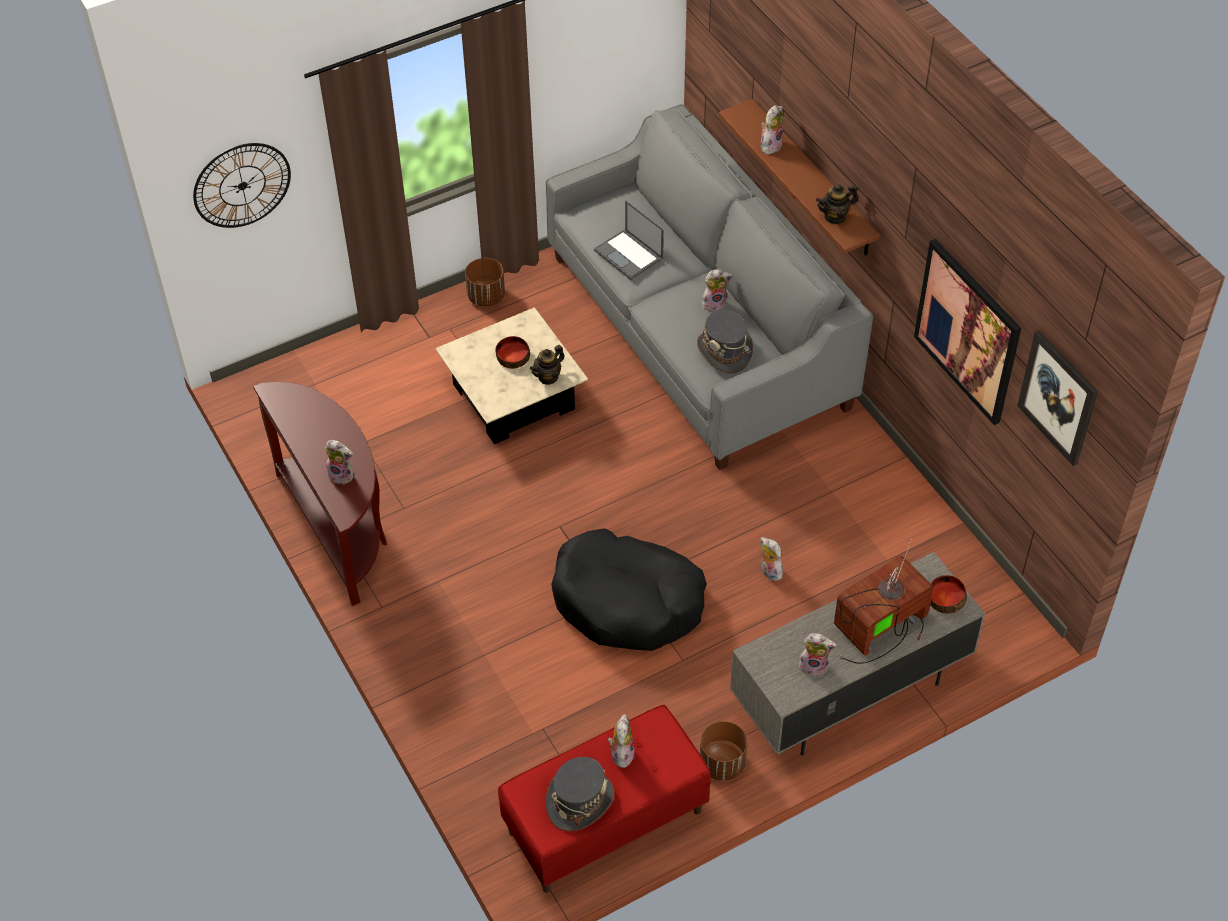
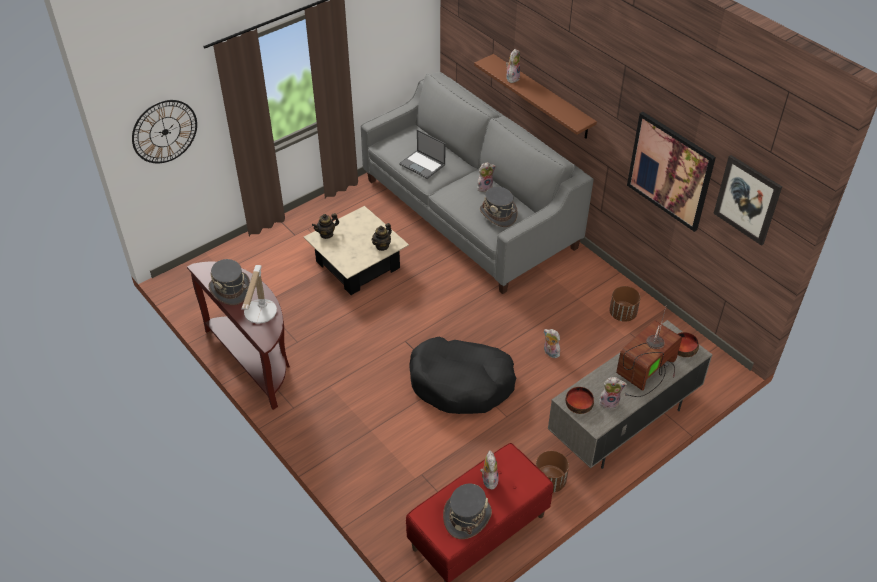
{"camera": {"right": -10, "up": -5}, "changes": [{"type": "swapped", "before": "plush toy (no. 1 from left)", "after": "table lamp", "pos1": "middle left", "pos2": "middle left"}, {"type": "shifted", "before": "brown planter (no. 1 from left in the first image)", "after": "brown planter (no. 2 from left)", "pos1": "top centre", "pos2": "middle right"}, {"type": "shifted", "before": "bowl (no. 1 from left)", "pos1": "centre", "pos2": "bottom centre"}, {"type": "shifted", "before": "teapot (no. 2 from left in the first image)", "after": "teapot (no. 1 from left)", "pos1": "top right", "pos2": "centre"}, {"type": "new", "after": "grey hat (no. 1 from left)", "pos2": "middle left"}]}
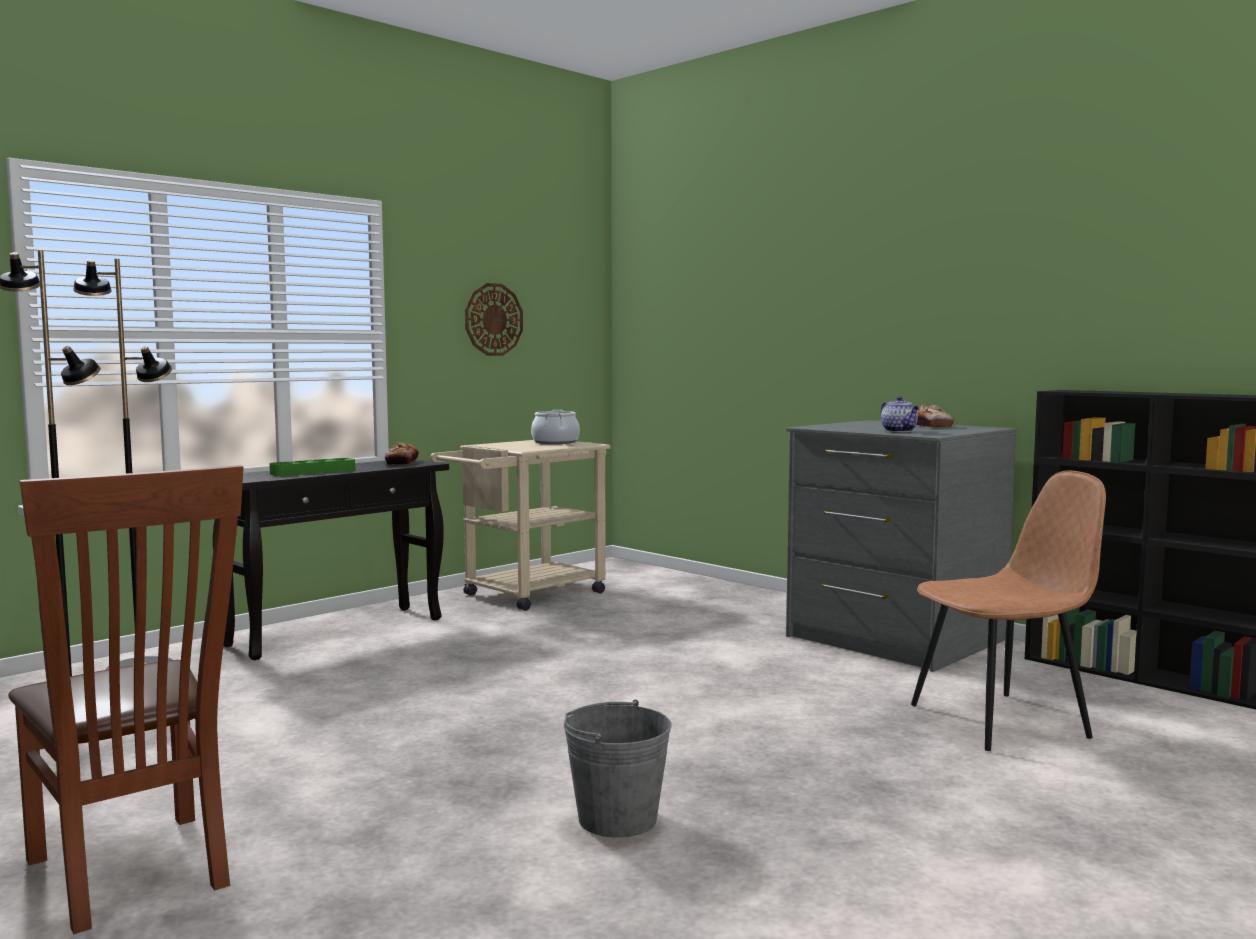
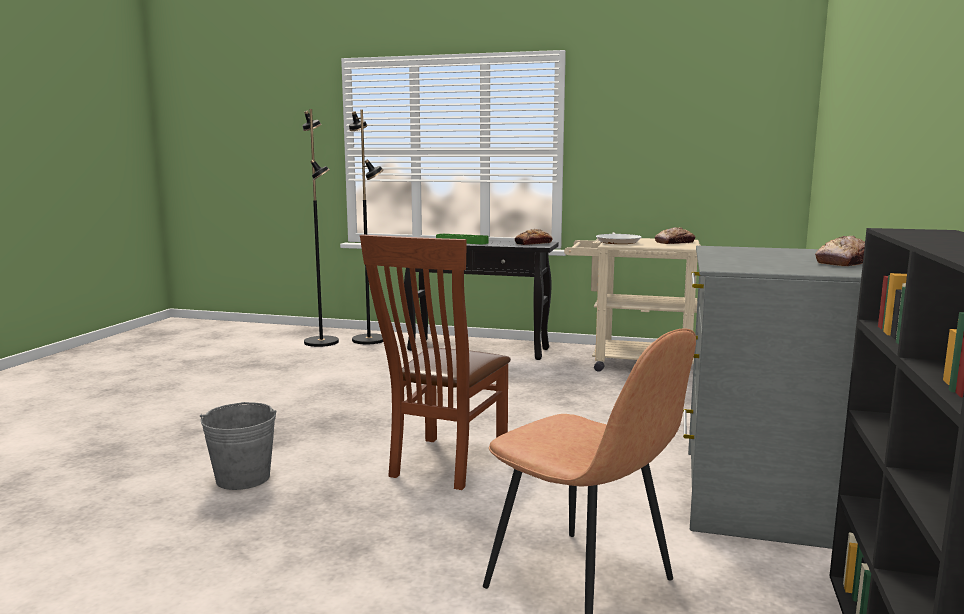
{"camera": {"right": 60, "up": 5}, "changes": [{"type": "shifted", "before": "brown chair (no. 1 from left)", "pos1": "bottom left", "pos2": "centre"}, {"type": "gone", "before": "wall clock", "pos1": "centre"}, {"type": "swapped", "before": "cooking pot", "after": "bread (no. 2 from left)", "pos1": "centre", "pos2": "middle right"}, {"type": "gone", "before": "teapot", "pos1": "middle right"}, {"type": "new", "after": "frying pan", "pos2": "centre"}]}
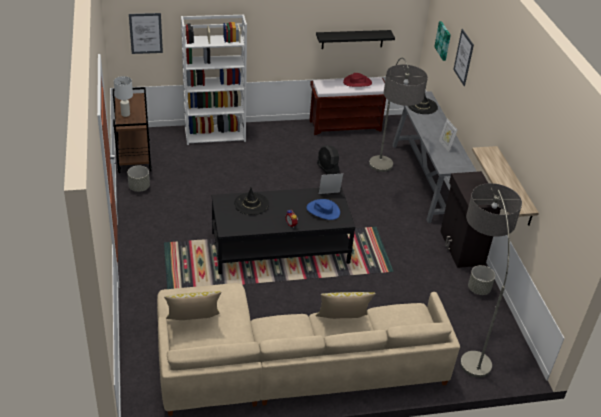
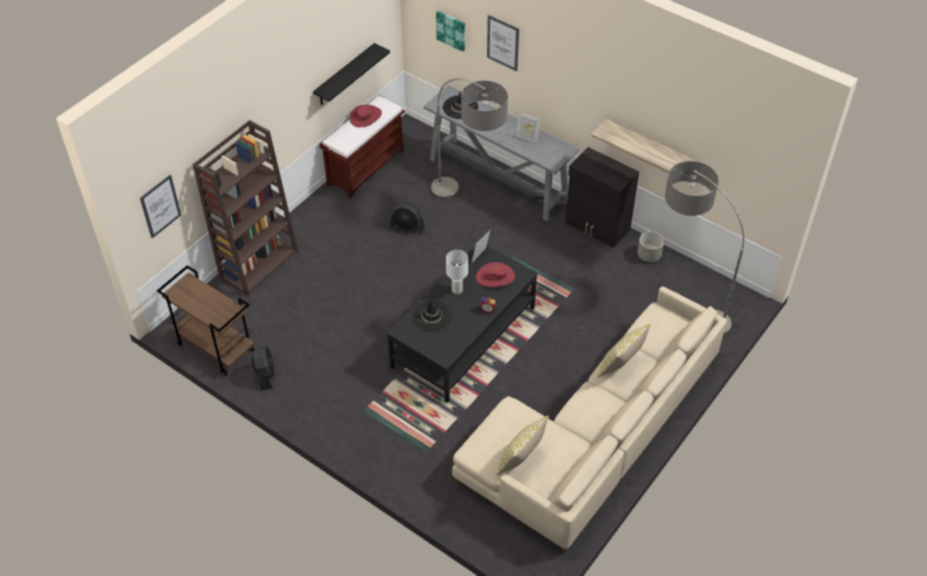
{"camera": {"right": -40, "up": 10}, "changes": [{"type": "shifted", "before": "white table lamp", "pos1": "top left", "pos2": "centre"}, {"type": "swapped", "before": "grey planter (no. 1 from left)", "after": "black fan (no. 1 from left)", "pos1": "middle left", "pos2": "middle left"}, {"type": "repainted", "before": "white bookcase", "after": "brown bookcase", "pos1": "top centre", "pos2": "middle left"}, {"type": "repainted", "before": "blue hat", "after": "red hat (no. 2 from left)", "pos1": "centre", "pos2": "centre"}]}
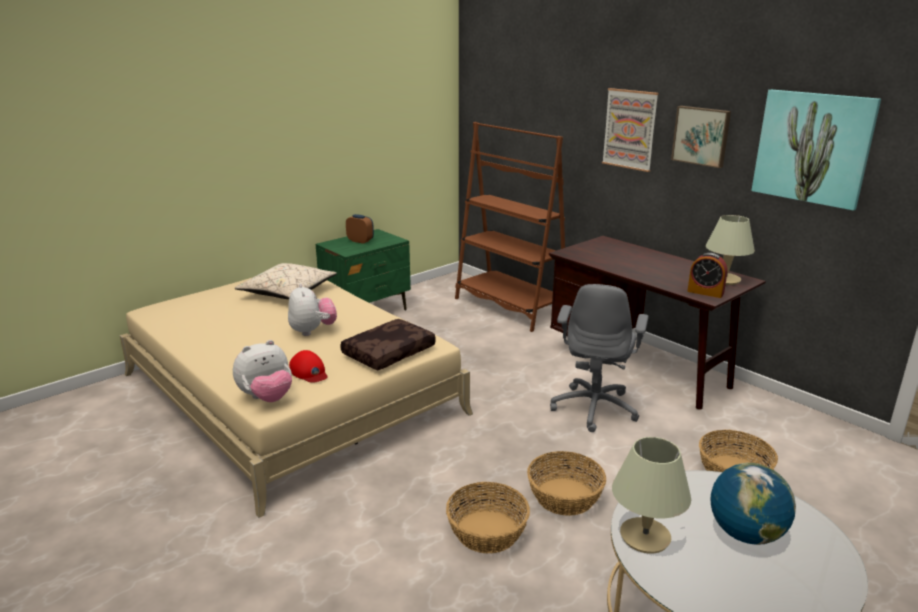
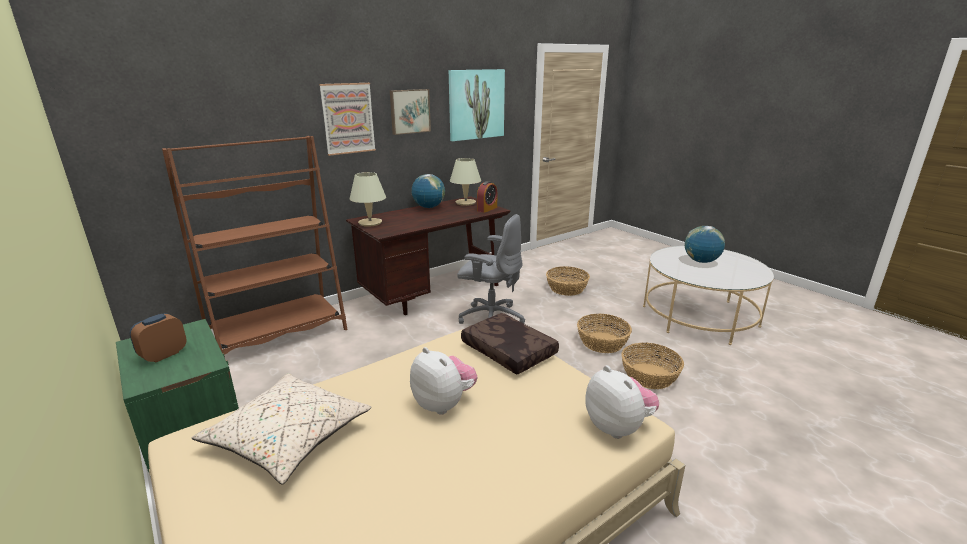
{"camera": {"right": -85, "up": 0}, "changes": [{"type": "rotated", "before": "plush toy (no. 2 from left in the first image)", "pos1": "centre", "pos2": "bottom centre", "turn": 60}, {"type": "gone", "before": "red cap", "pos1": "centre"}, {"type": "shifted", "before": "beige table lamp (no. 1 from left)", "pos1": "bottom right", "pos2": "centre"}, {"type": "new", "after": "globe (no. 1 from left)", "pos2": "centre"}]}
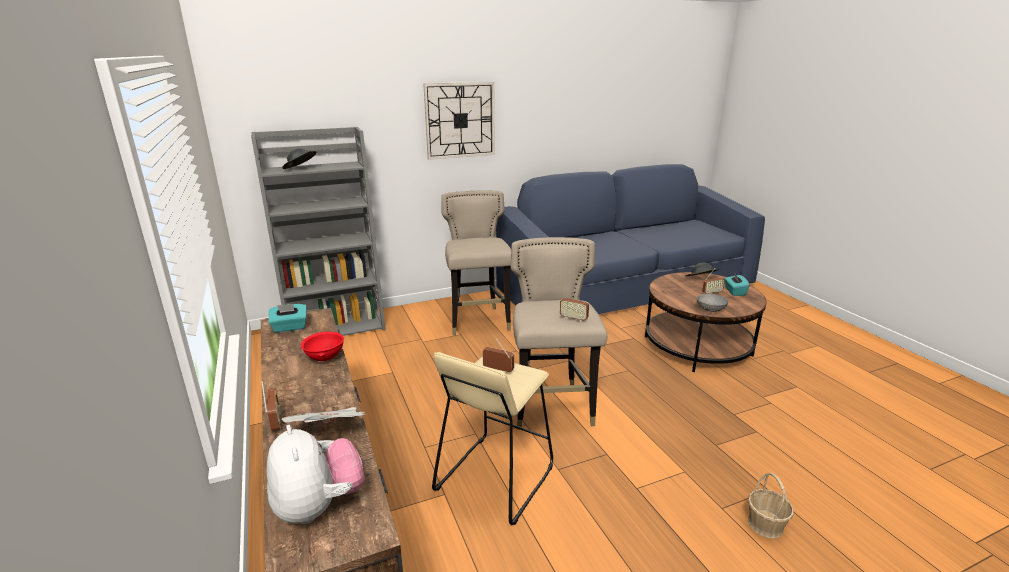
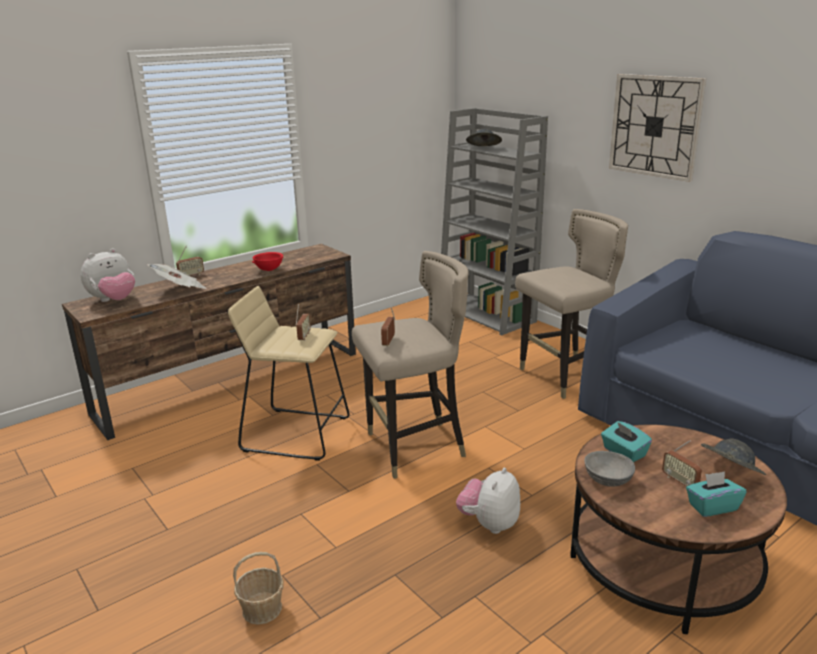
{"camera": {"right": 75, "up": 0}, "changes": [{"type": "shifted", "before": "turquoise tissue box (no. 1 from left)", "pos1": "middle left", "pos2": "bottom right"}, {"type": "new", "after": "plush toy (no. 2 from left)", "pos2": "bottom centre"}]}
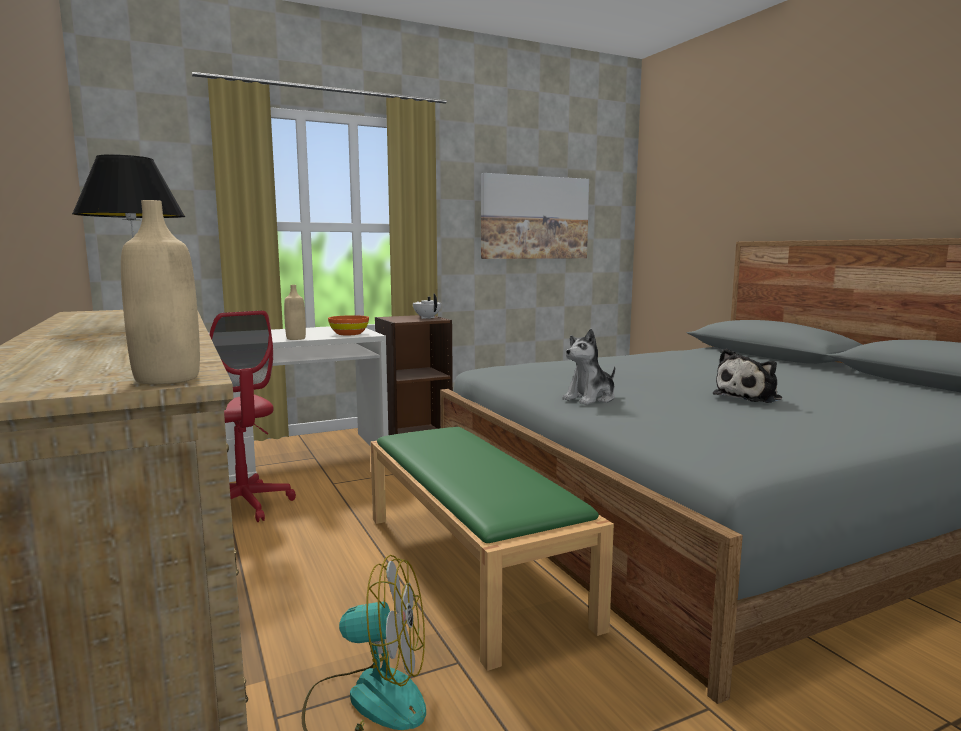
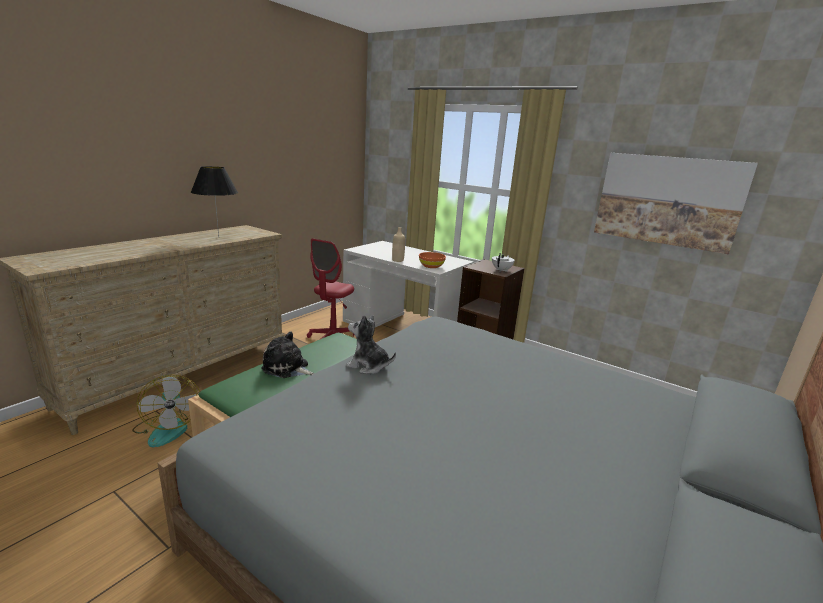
{"camera": {"right": 60, "up": 10}, "changes": [{"type": "gone", "before": "beige bottle (no. 1 from left)", "pos1": "middle left"}, {"type": "shifted", "before": "plush toy (no. 2 from left in the first image)", "after": "plush toy (no. 1 from left)", "pos1": "middle right", "pos2": "centre"}]}
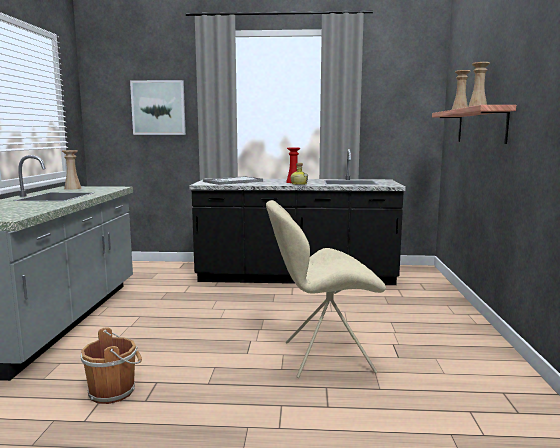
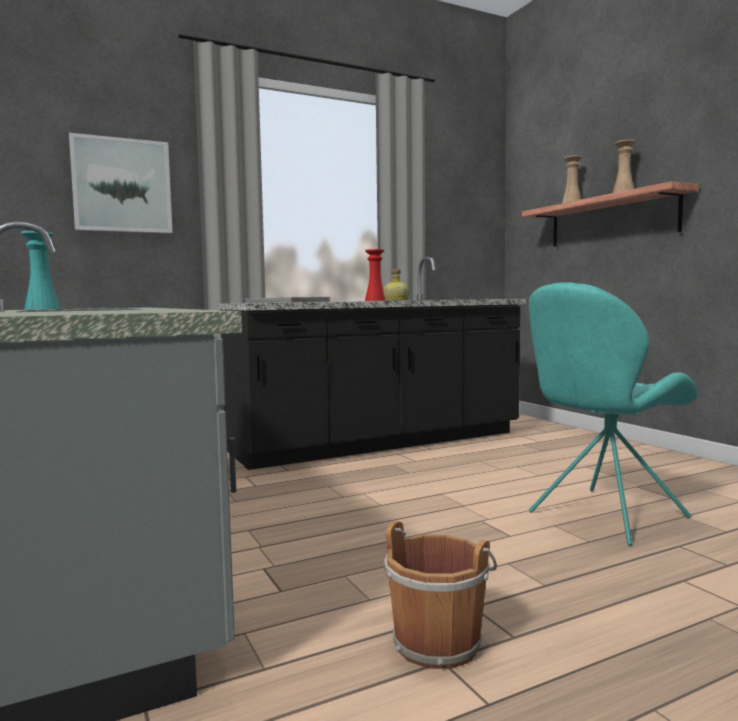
{"camera": {"right": -30, "up": -5}, "changes": [{"type": "repainted", "before": "beige vase (no. 1 from left)", "after": "turquoise vase", "pos1": "middle left", "pos2": "middle left"}, {"type": "repainted", "before": "beige chair", "after": "turquoise chair", "pos1": "centre", "pos2": "middle right"}]}
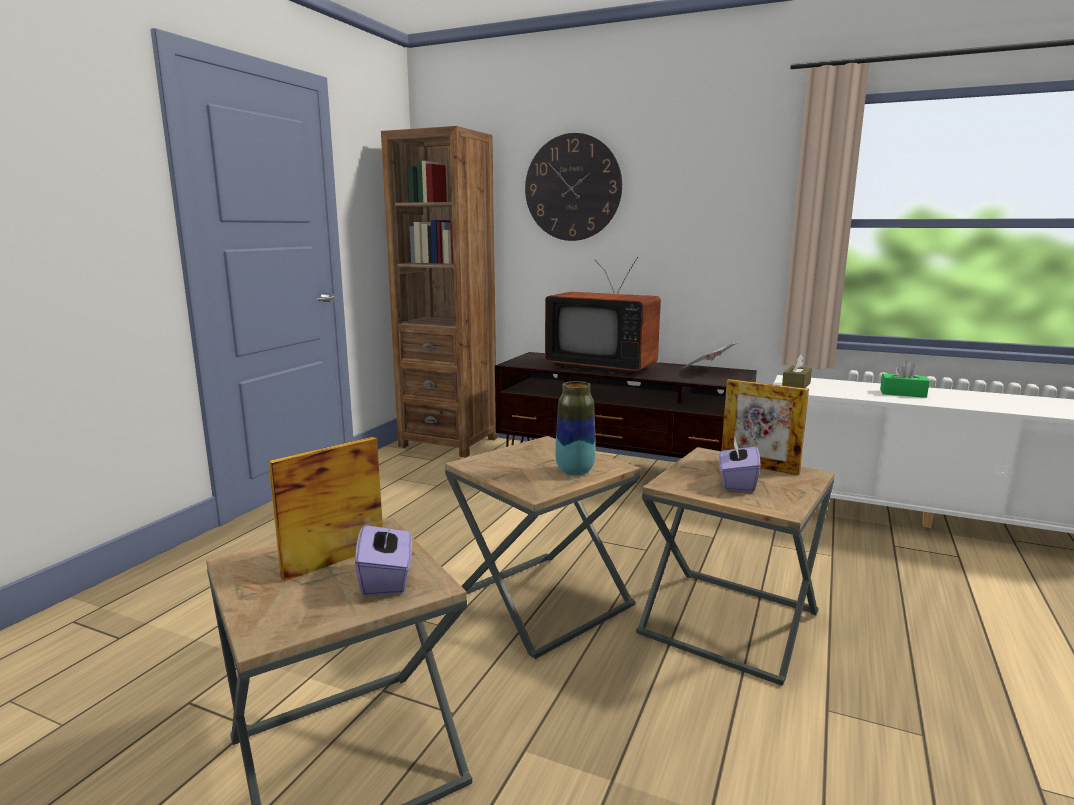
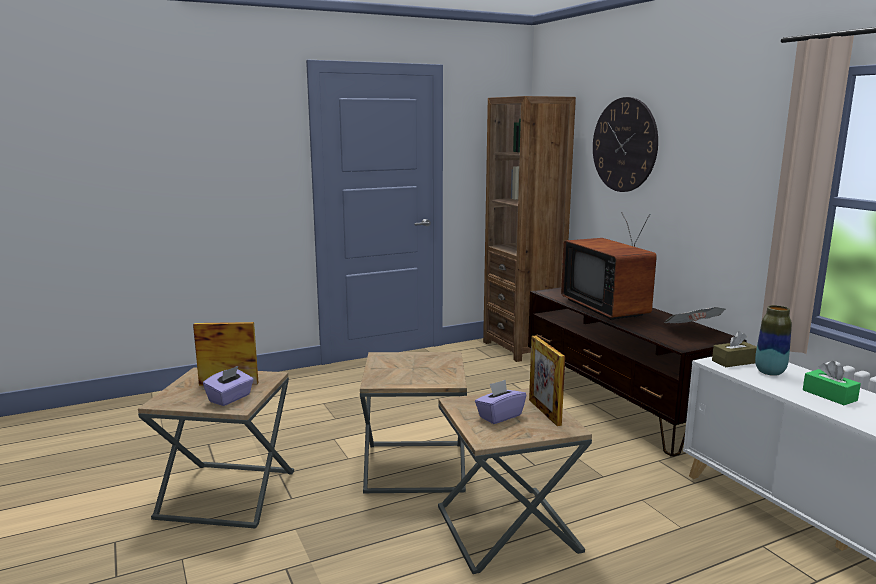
{"camera": {"right": 40, "up": 0}, "changes": [{"type": "shifted", "before": "vase", "pos1": "centre", "pos2": "middle right"}]}
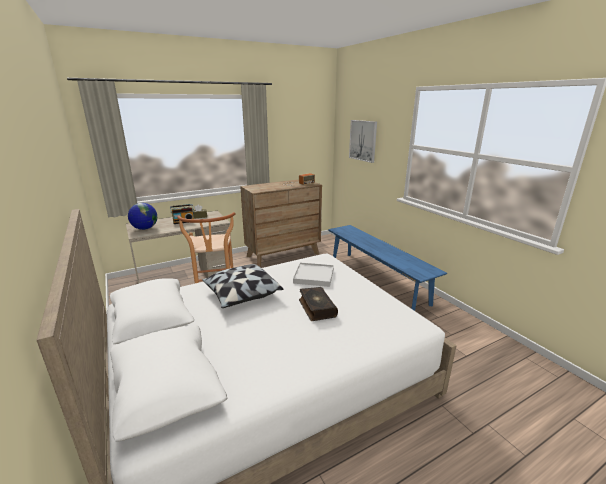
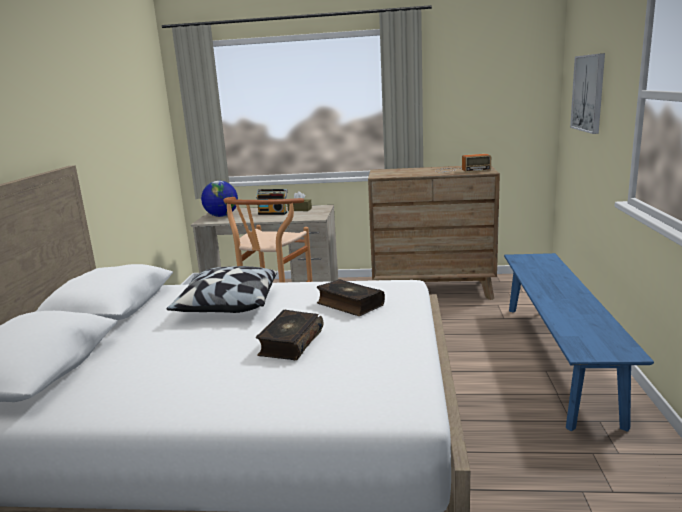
{"camera": {"right": 35, "up": -5}, "changes": [{"type": "swapped", "before": "white tray", "after": "book (no. 2 from left)", "pos1": "centre", "pos2": "centre"}]}
